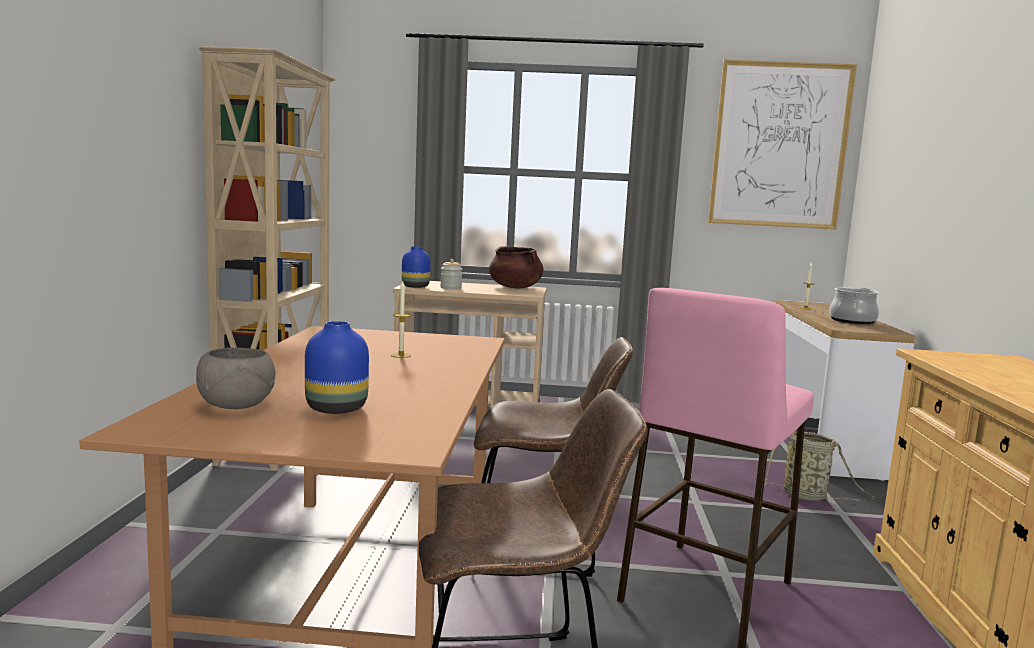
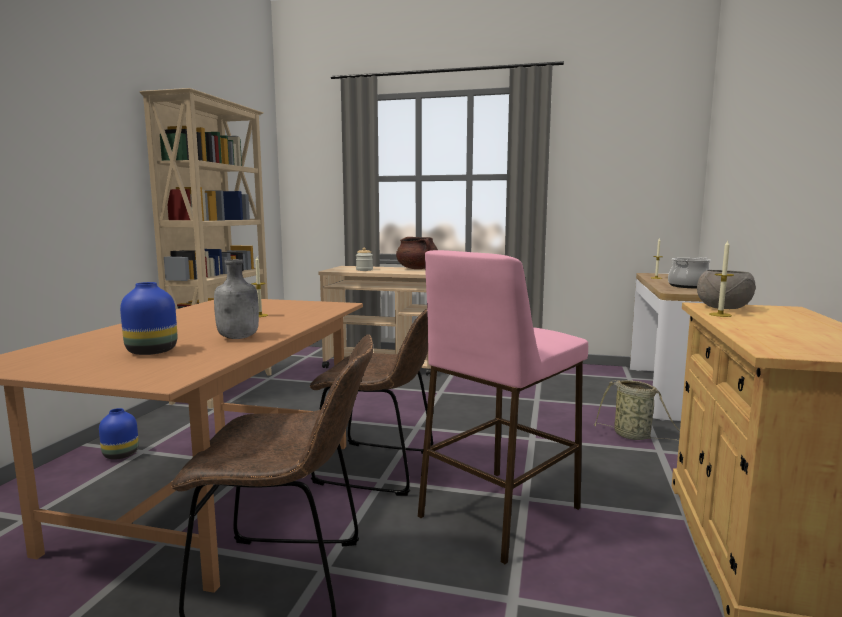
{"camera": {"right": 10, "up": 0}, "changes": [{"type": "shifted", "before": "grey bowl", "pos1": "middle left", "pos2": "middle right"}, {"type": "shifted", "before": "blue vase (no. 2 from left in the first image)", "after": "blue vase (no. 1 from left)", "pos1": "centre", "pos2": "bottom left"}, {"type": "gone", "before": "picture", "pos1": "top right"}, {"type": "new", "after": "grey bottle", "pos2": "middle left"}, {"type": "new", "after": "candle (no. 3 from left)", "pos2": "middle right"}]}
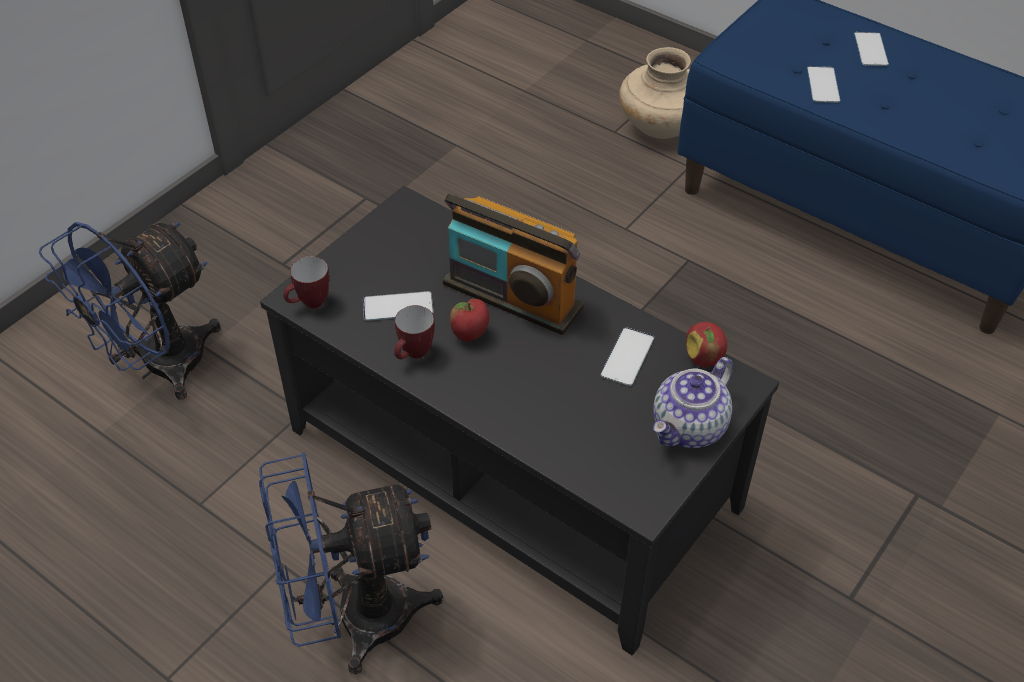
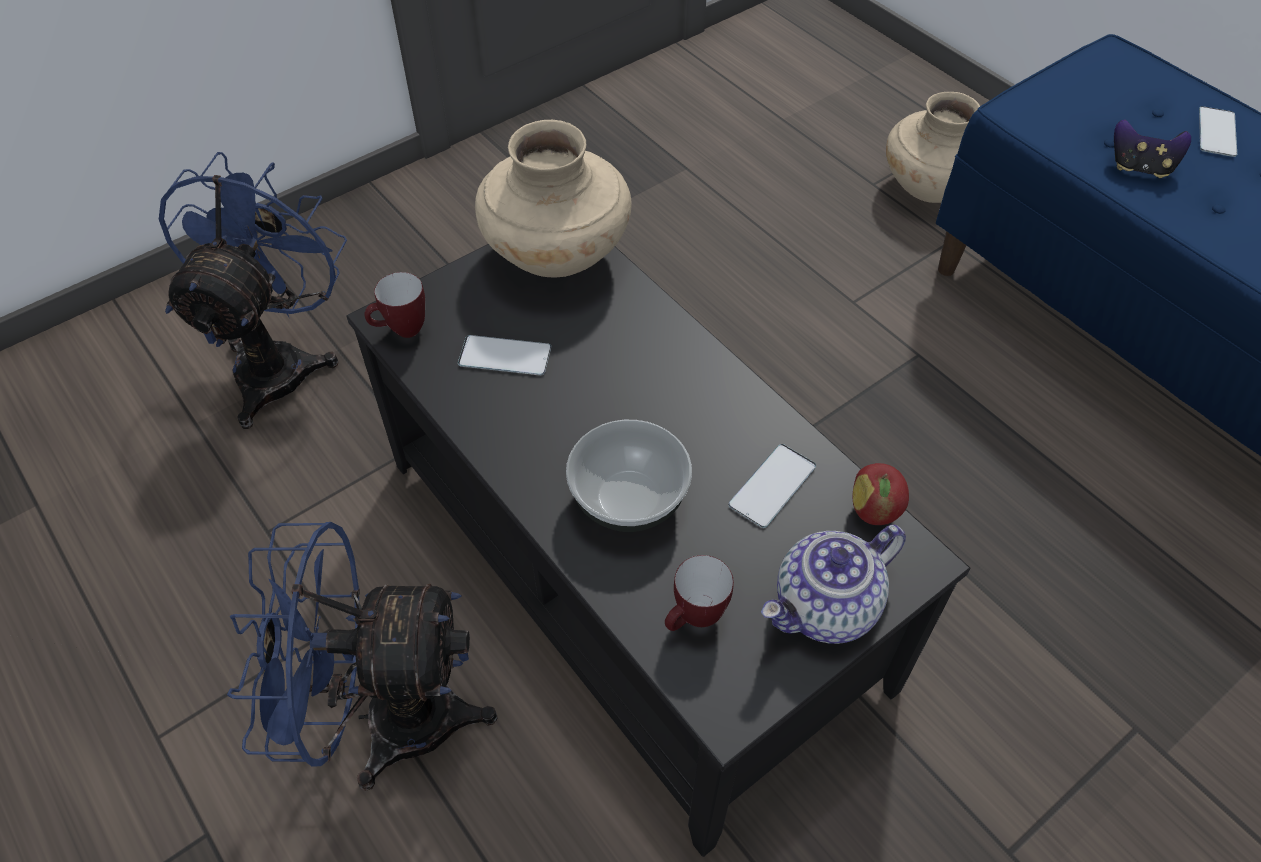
{"camera": {"right": 15, "up": 5}, "changes": [{"type": "rotated", "before": "blue fan (no. 1 from left)", "pos1": "middle left", "pos2": "middle left", "turn": 135}, {"type": "shifted", "before": "mug (no. 2 from left)", "pos1": "centre", "pos2": "bottom centre"}, {"type": "gone", "before": "radio", "pos1": "centre"}, {"type": "gone", "before": "apple (no. 1 from left)", "pos1": "centre"}, {"type": "swapped", "before": "phone (no. 3 from left)", "after": "game controller", "pos1": "top right", "pos2": "top right"}, {"type": "new", "after": "beige vase (no. 1 from left)", "pos2": "top centre"}, {"type": "new", "after": "bowl", "pos2": "centre"}]}
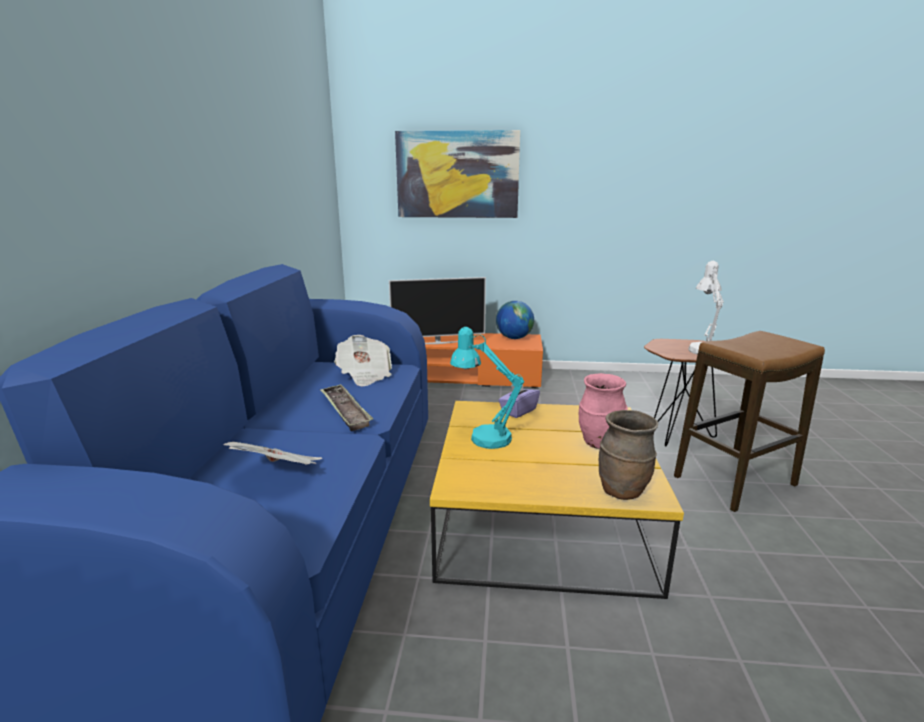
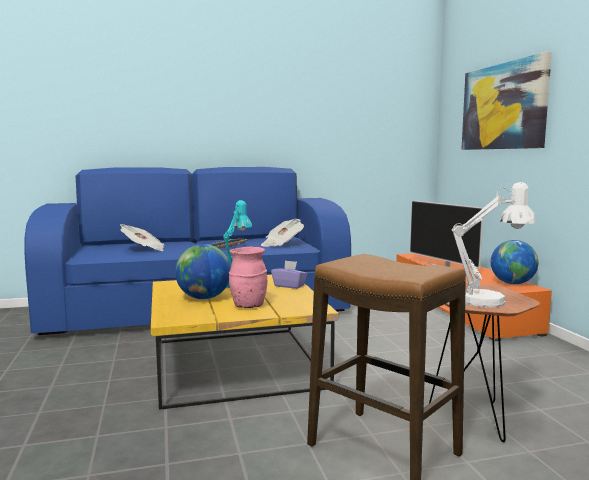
{"camera": {"right": 70, "up": -10}, "changes": [{"type": "gone", "before": "brown vase", "pos1": "middle right"}, {"type": "new", "after": "globe (no. 1 from left)", "pos2": "centre"}]}
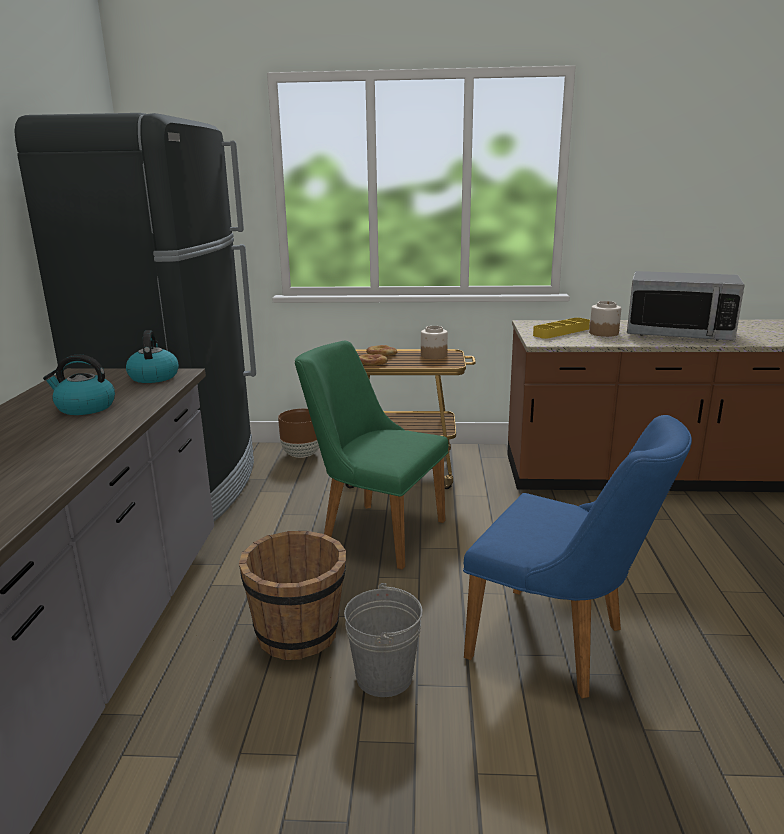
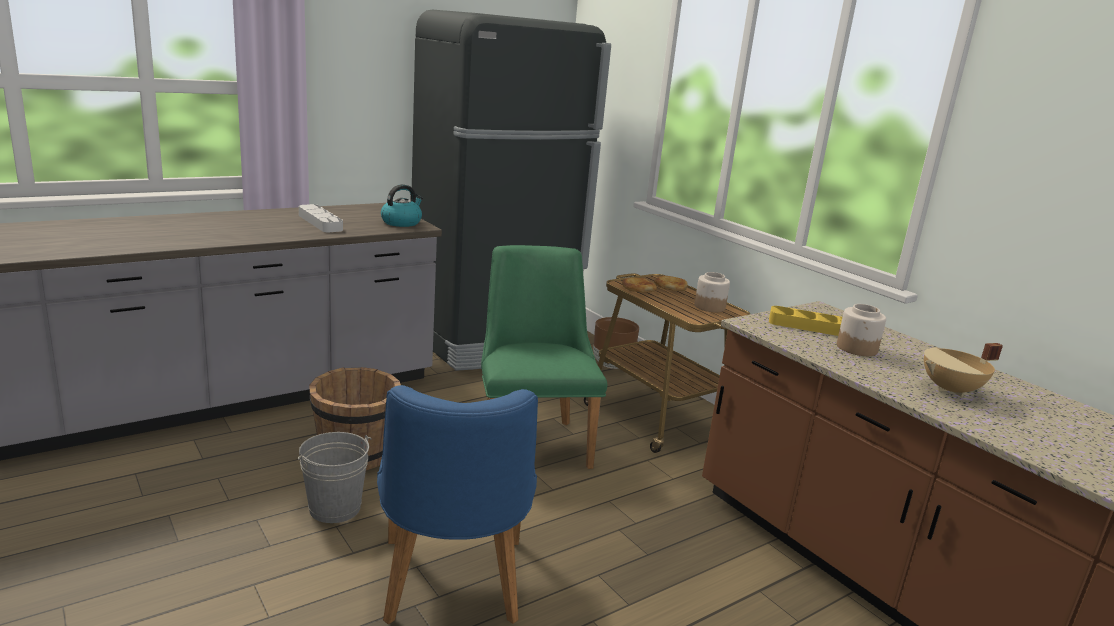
{"camera": {"right": 50, "up": 0}, "changes": [{"type": "swapped", "before": "kettle (no. 1 from left)", "after": "grey tray", "pos1": "middle left", "pos2": "middle left"}, {"type": "swapped", "before": "microwave", "after": "beige cooking pot", "pos1": "middle right", "pos2": "middle right"}]}
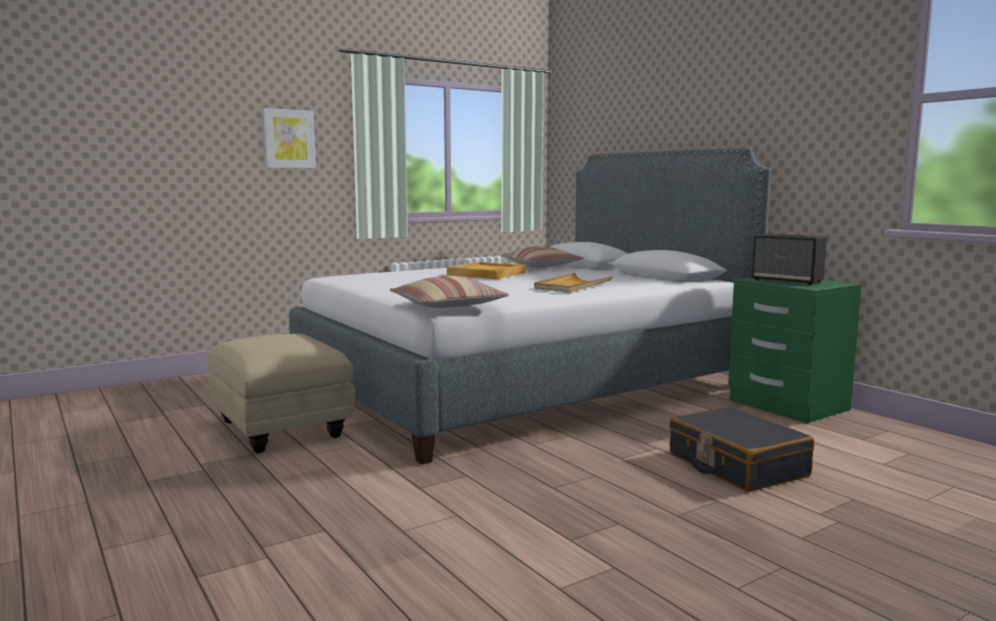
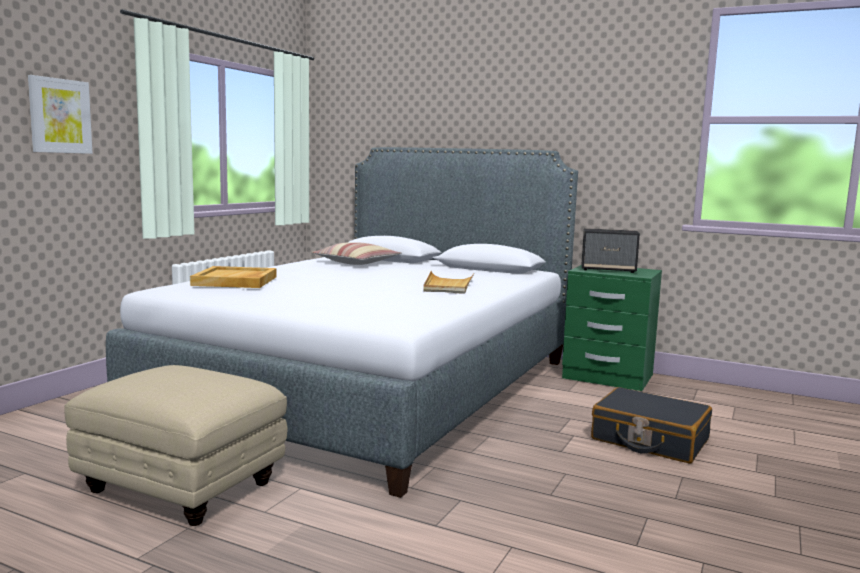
{"camera": {"right": -30, "up": 0}, "changes": [{"type": "gone", "before": "pillow (no. 1 from left)", "pos1": "centre"}, {"type": "shifted", "before": "beige tray (no. 1 from left)", "pos1": "centre", "pos2": "middle left"}]}
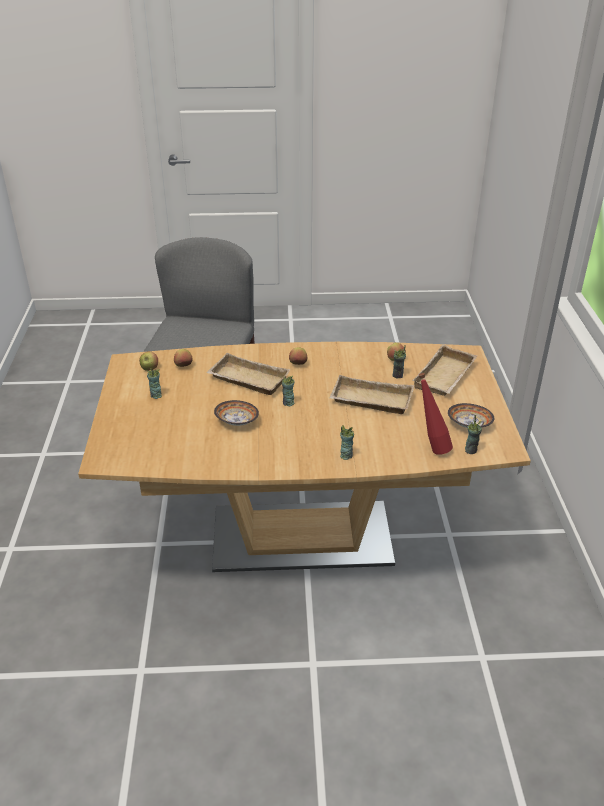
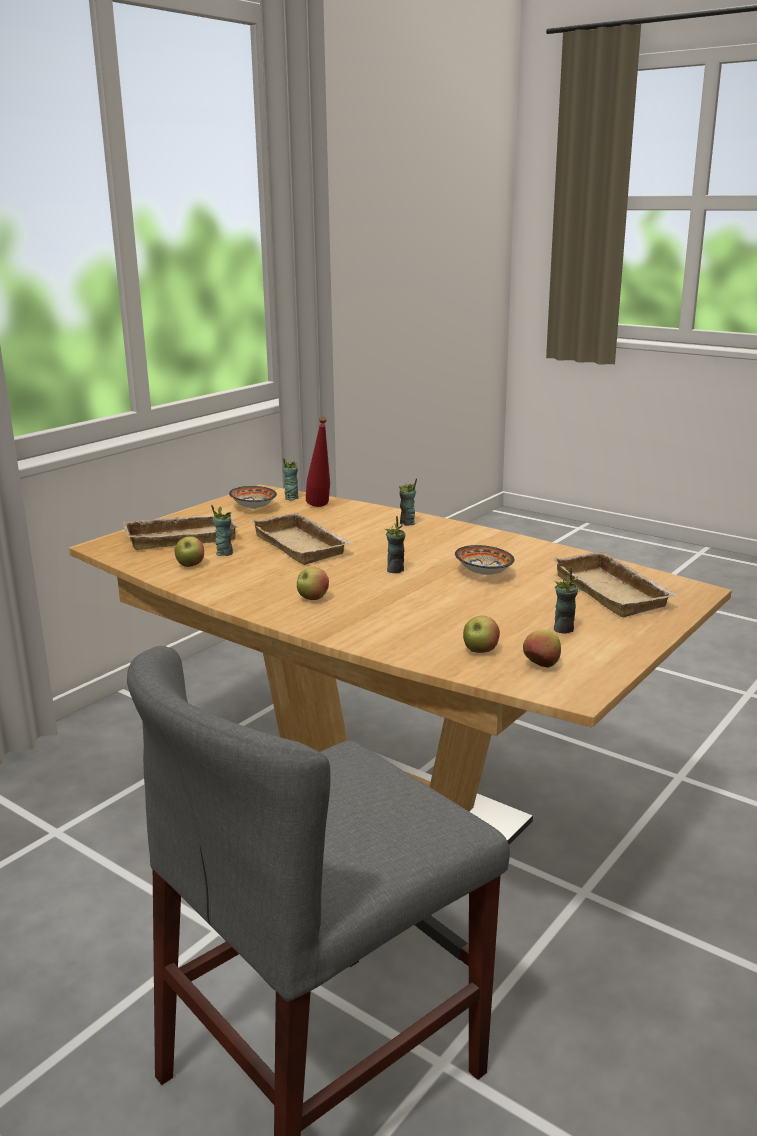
{"camera": {"right": -140, "up": -15}, "changes": [{"type": "shifted", "before": "beige tray (no. 1 from left in the first image)", "after": "beige tray (no. 3 from left)", "pos1": "centre", "pos2": "middle right"}]}
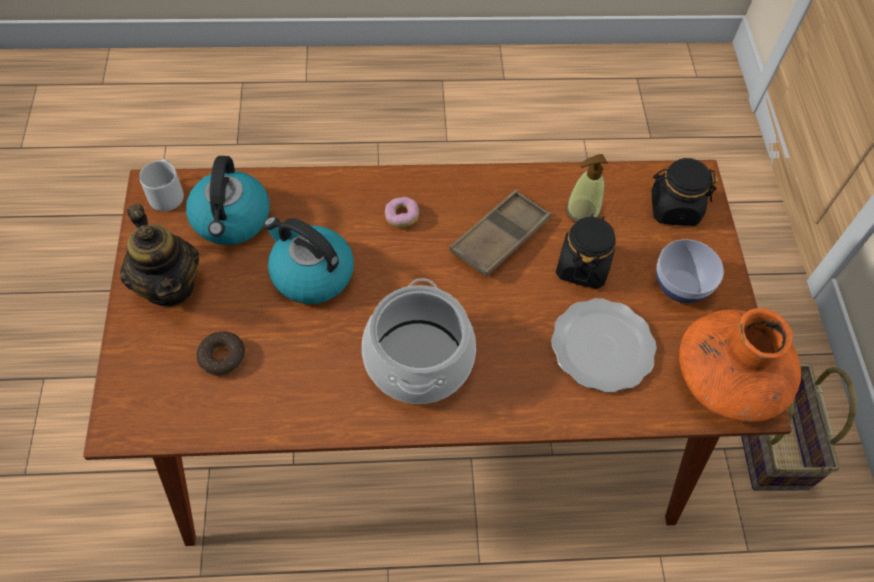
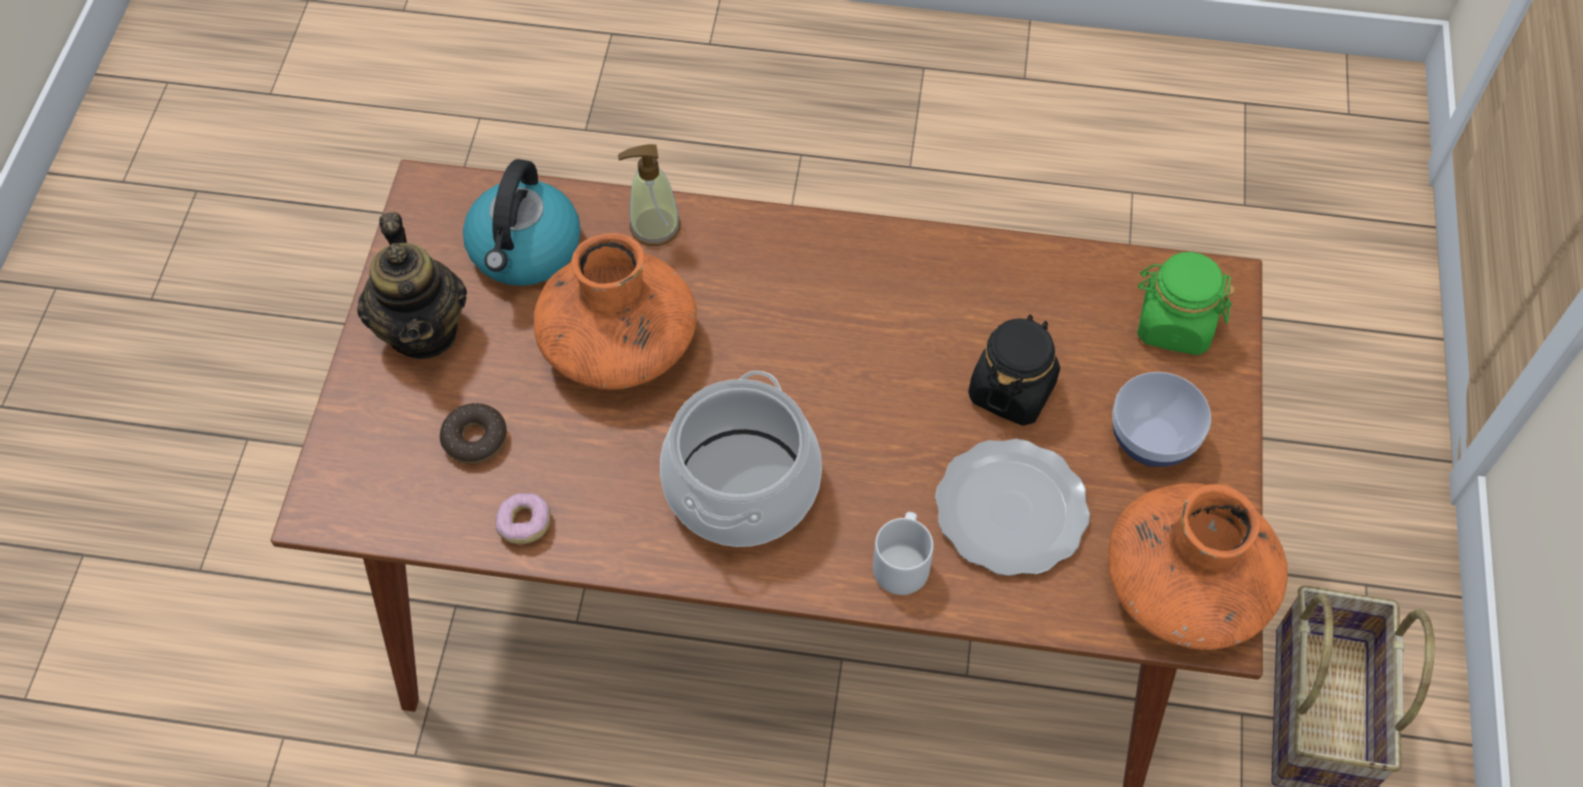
{"camera": {"right": 15, "up": 0}, "changes": [{"type": "shifted", "before": "grey mug", "pos1": "top left", "pos2": "bottom centre"}, {"type": "swapped", "before": "kettle (no. 2 from left)", "after": "orange vase (no. 1 from left)", "pos1": "centre", "pos2": "centre"}, {"type": "shifted", "before": "donut (no. 2 from left)", "pos1": "centre", "pos2": "middle left"}, {"type": "gone", "before": "brown tray", "pos1": "centre"}, {"type": "shifted", "before": "soap dispenser", "pos1": "top right", "pos2": "top centre"}, {"type": "repainted", "before": "black jar (no. 2 from left)", "after": "green jar", "pos1": "top right", "pos2": "middle right"}]}
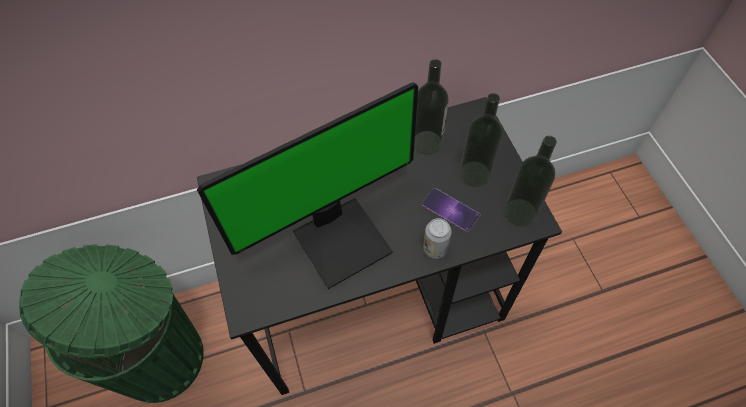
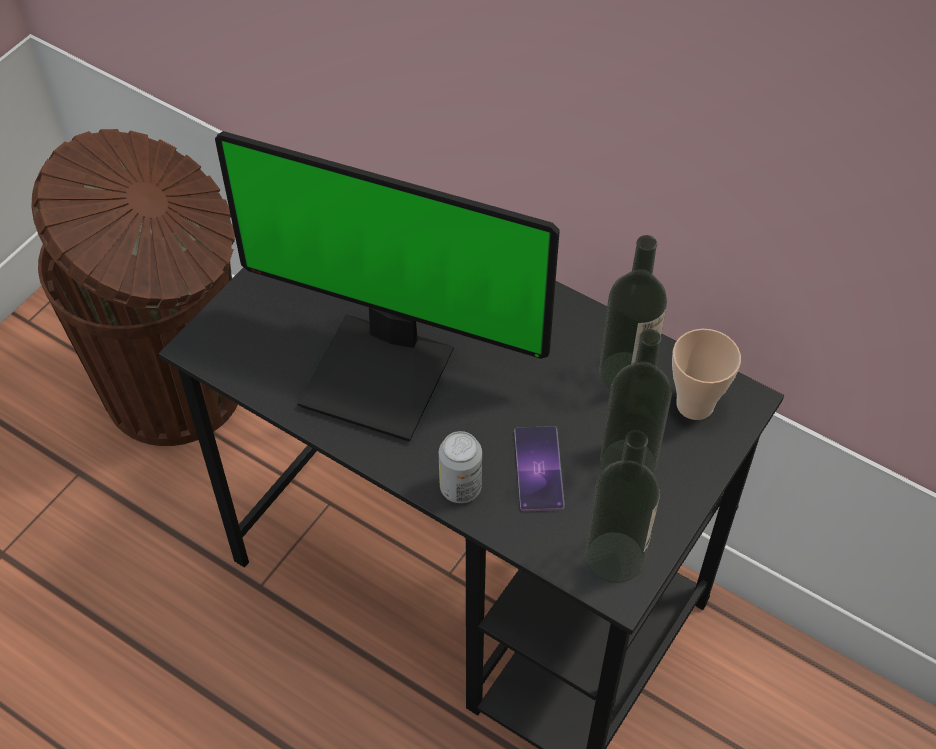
{"camera": {"right": 50, "up": -5}, "changes": [{"type": "repainted", "before": "green trash can", "after": "brown trash can", "pos1": "bottom left", "pos2": "middle left"}, {"type": "new", "after": "cup", "pos2": "middle right"}]}
